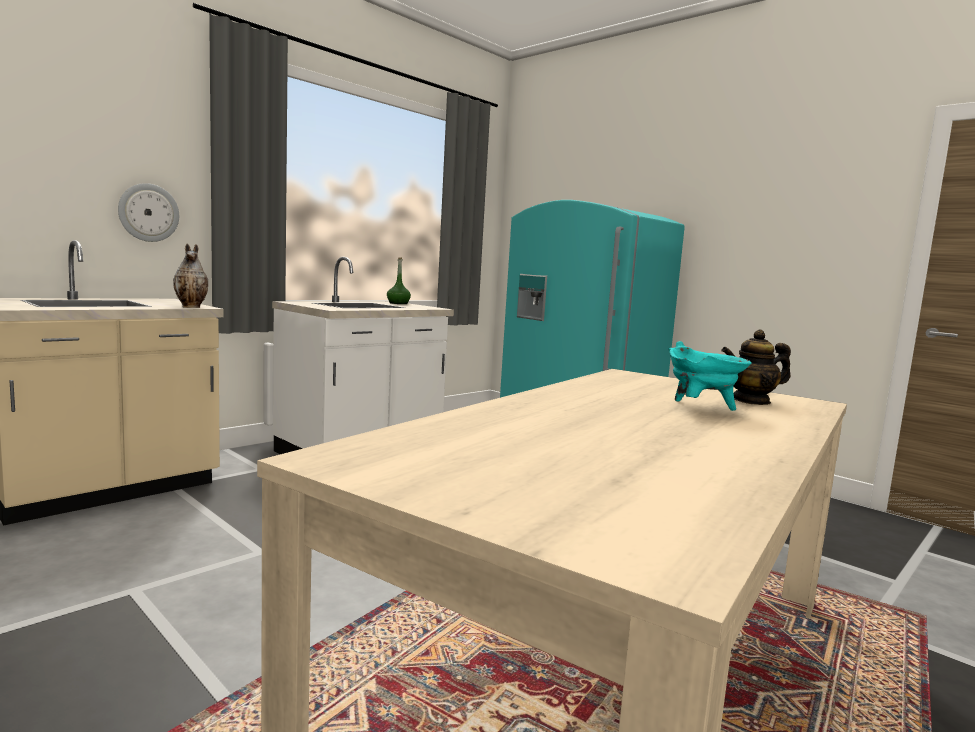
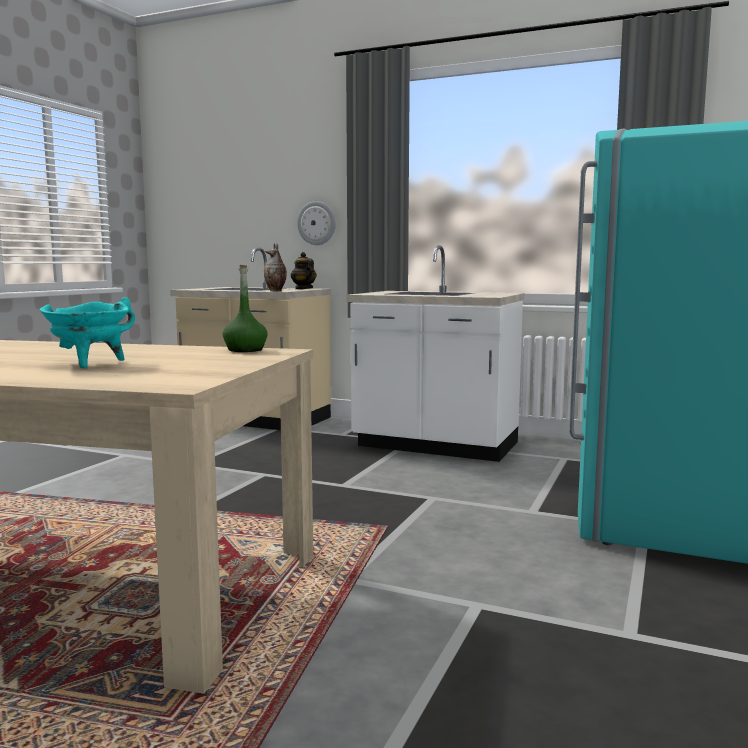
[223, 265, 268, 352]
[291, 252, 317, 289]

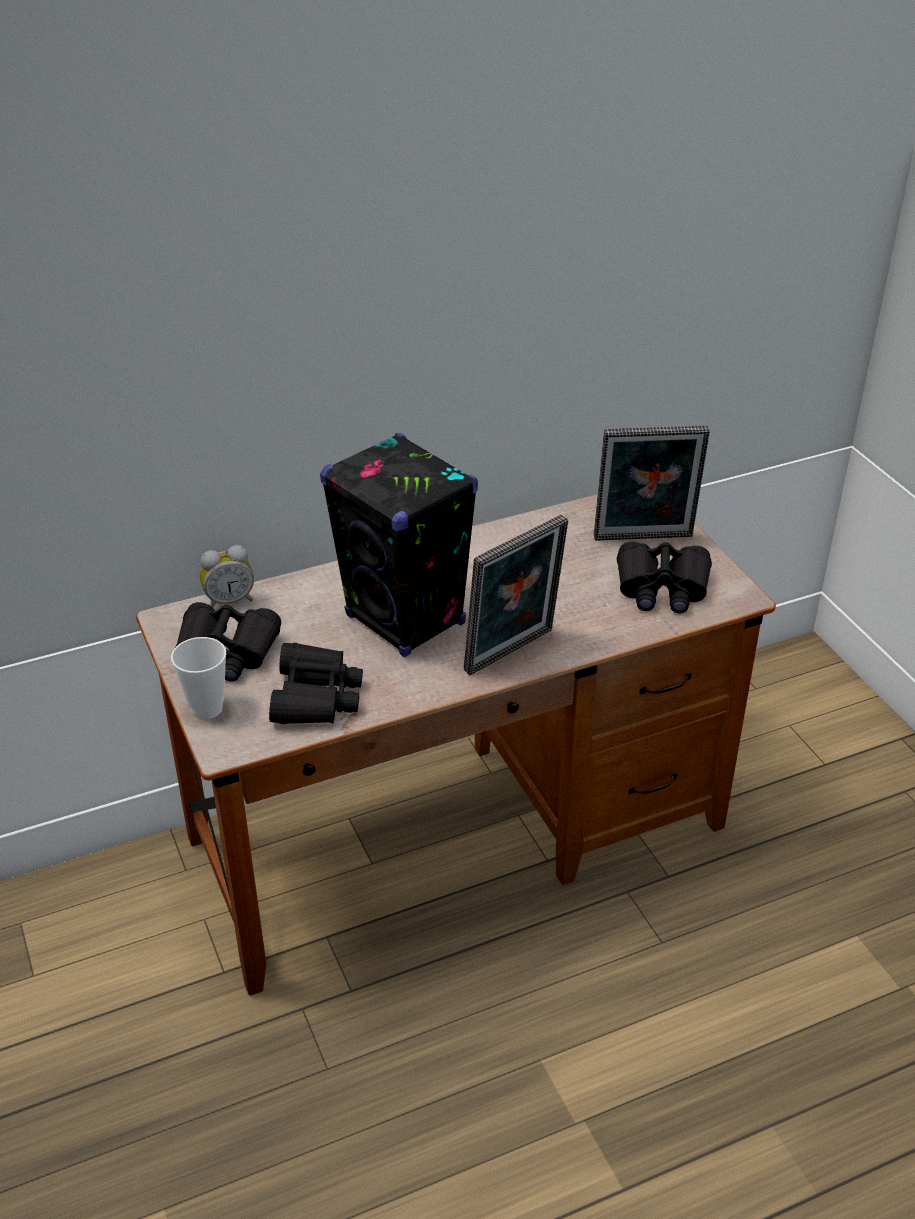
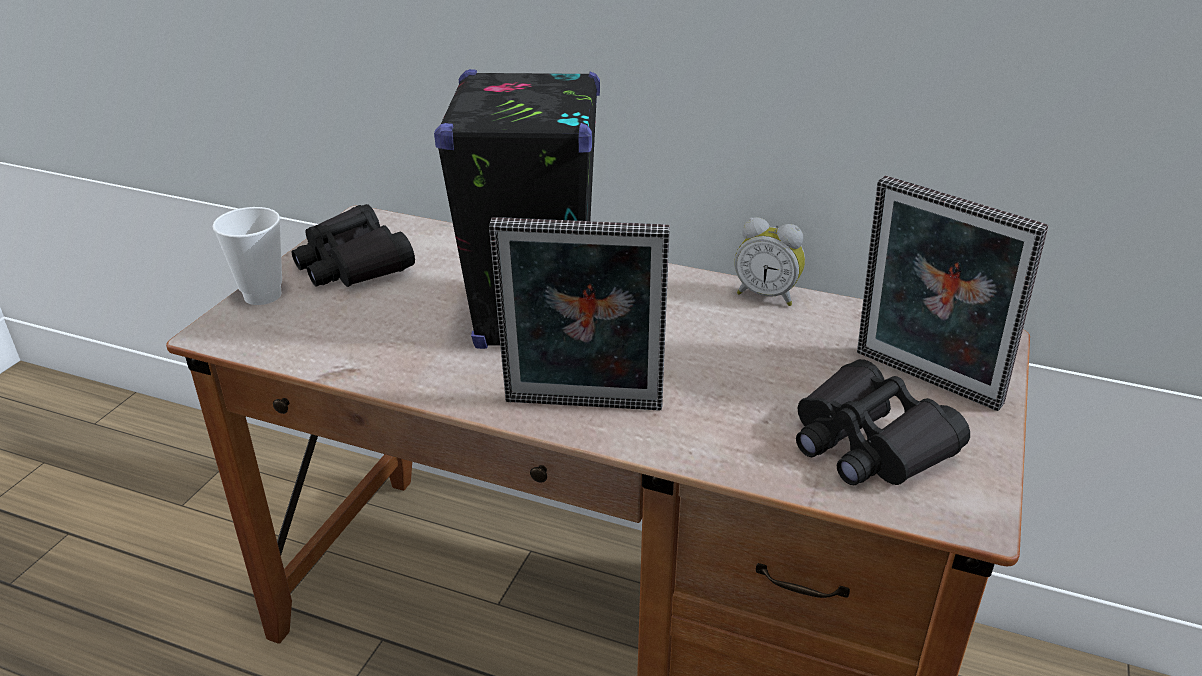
[734, 217, 805, 306]
[269, 643, 363, 724] (first image)

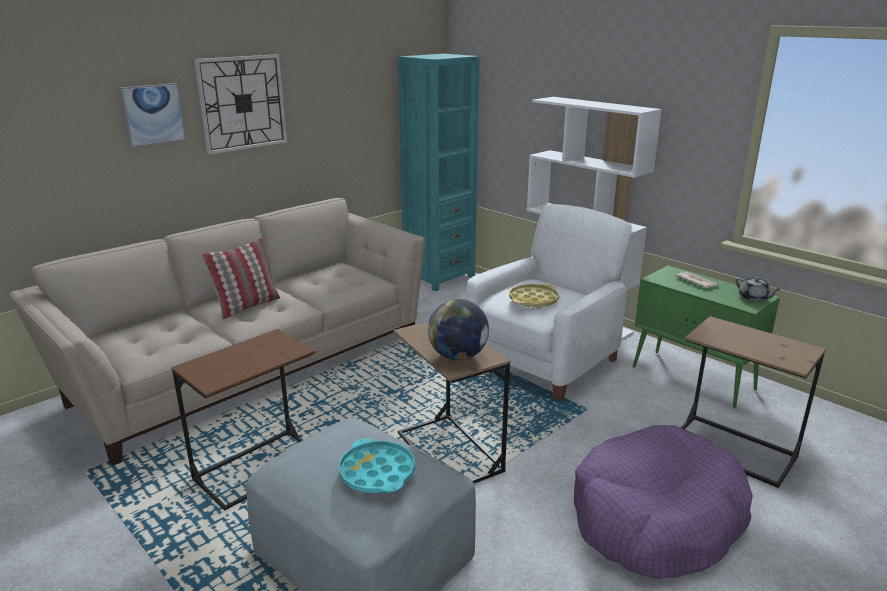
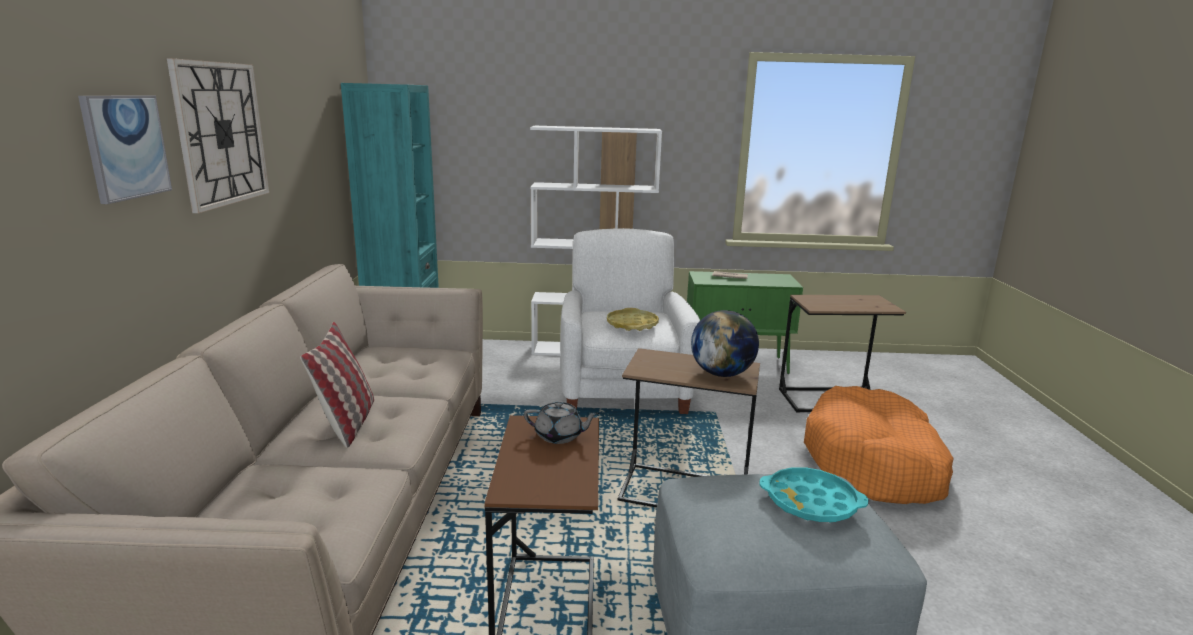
[524, 401, 599, 444]
[804, 386, 954, 504]

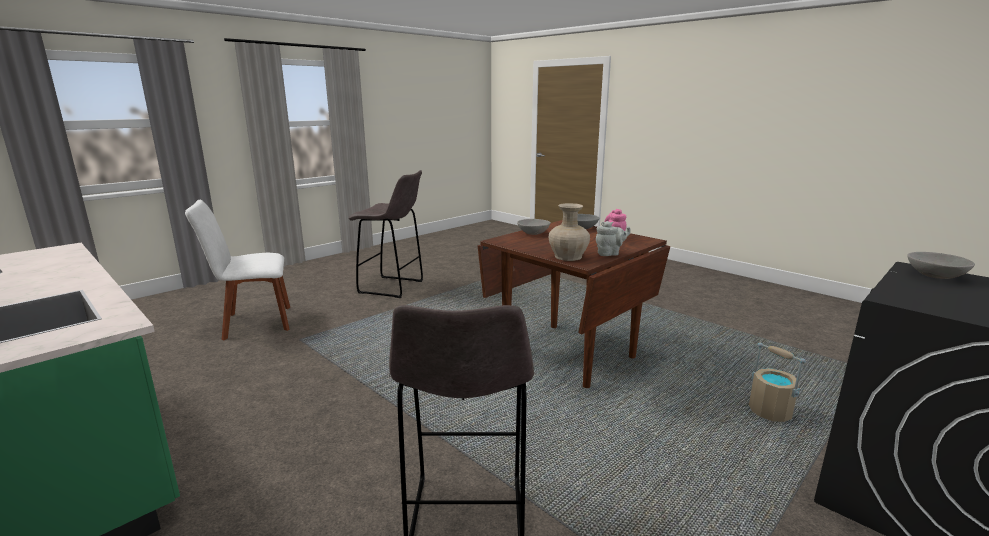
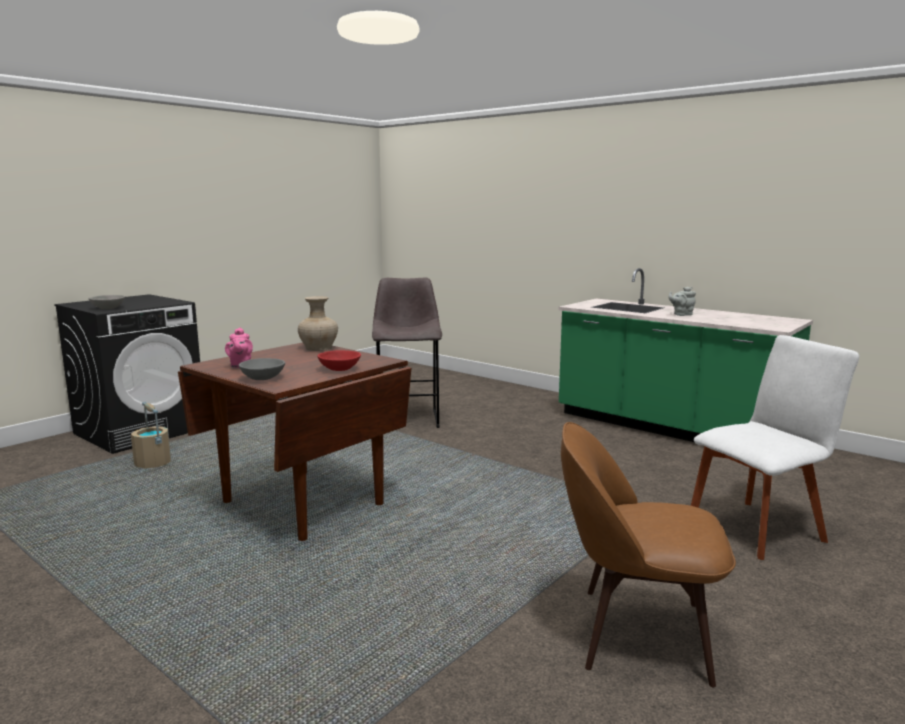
[317, 350, 361, 371]
[561, 422, 736, 687]
[669, 287, 696, 316]

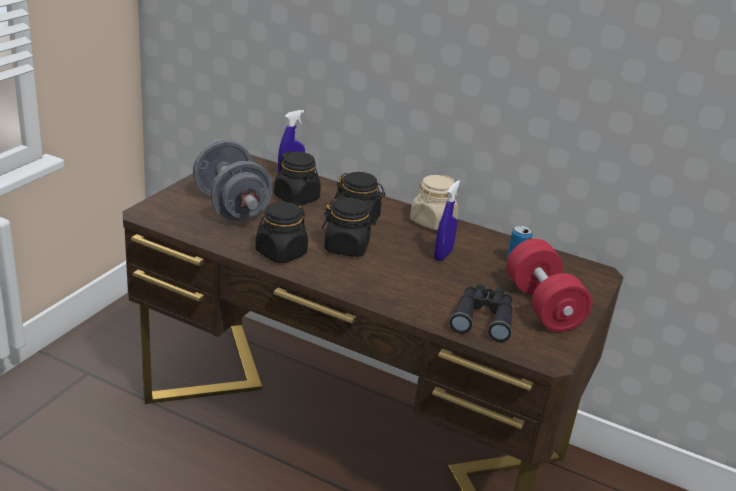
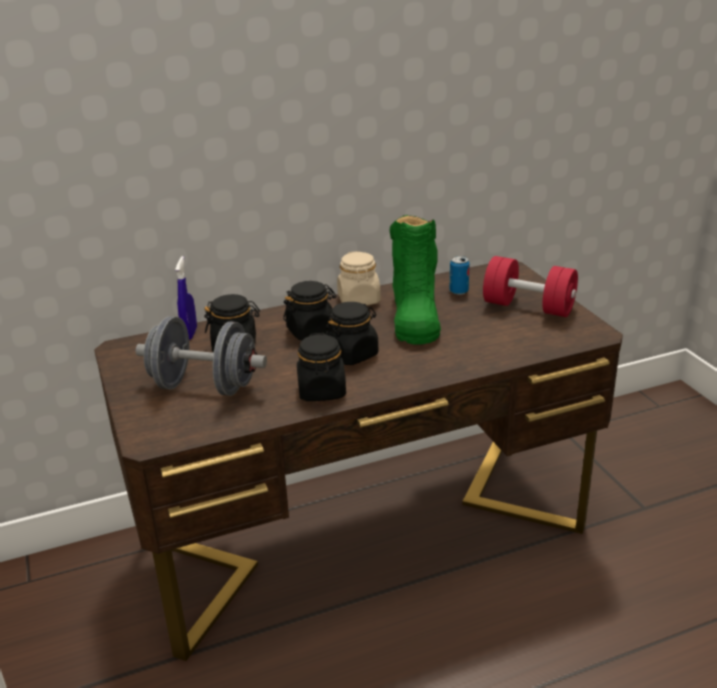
[390, 215, 441, 345]
[450, 284, 512, 342] (first image)

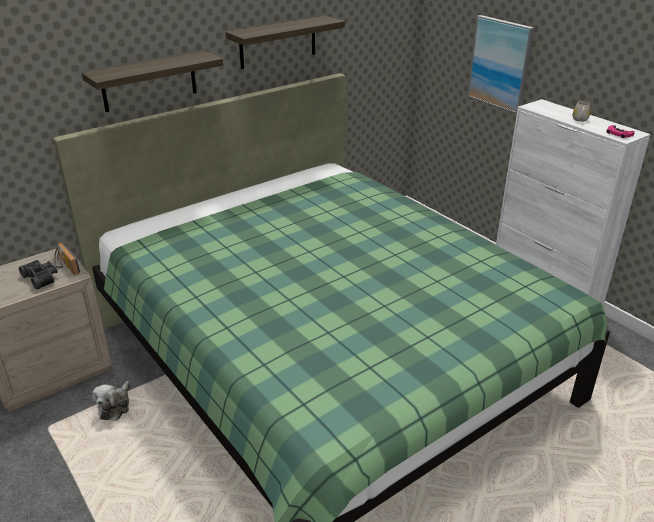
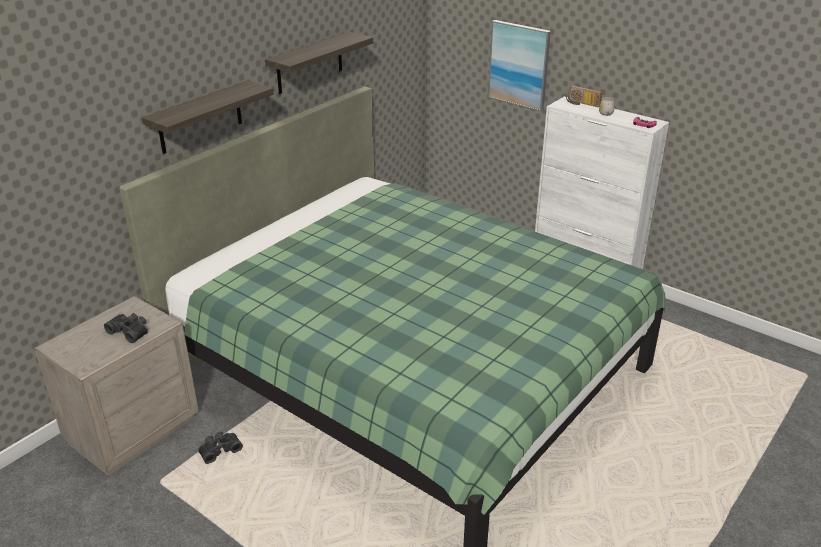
[198, 432, 243, 464]
[566, 85, 602, 107]

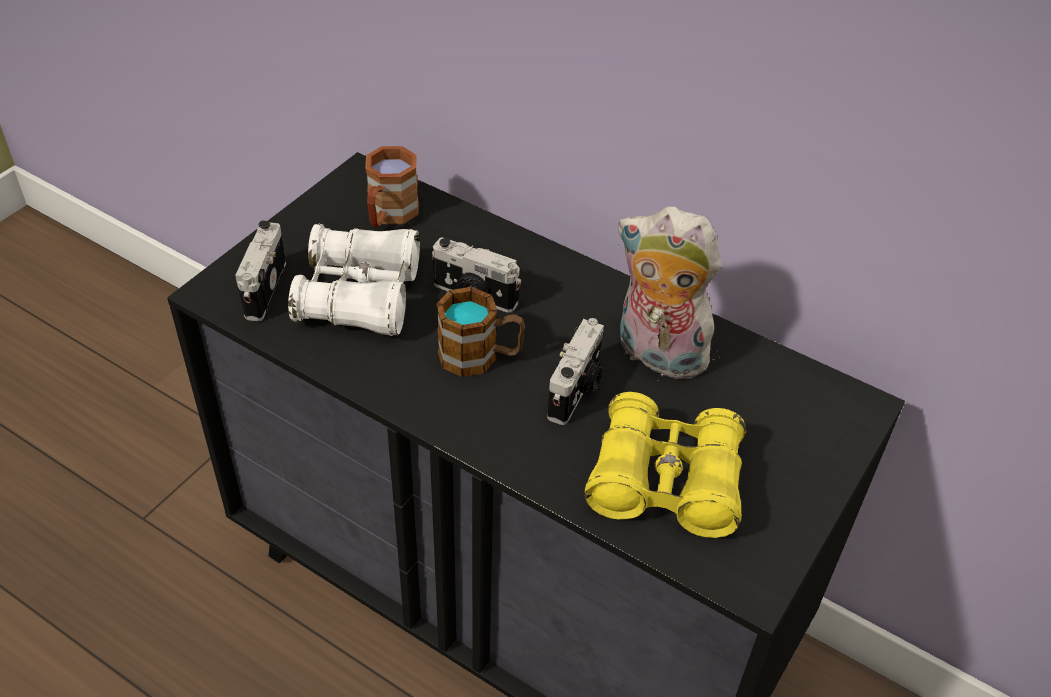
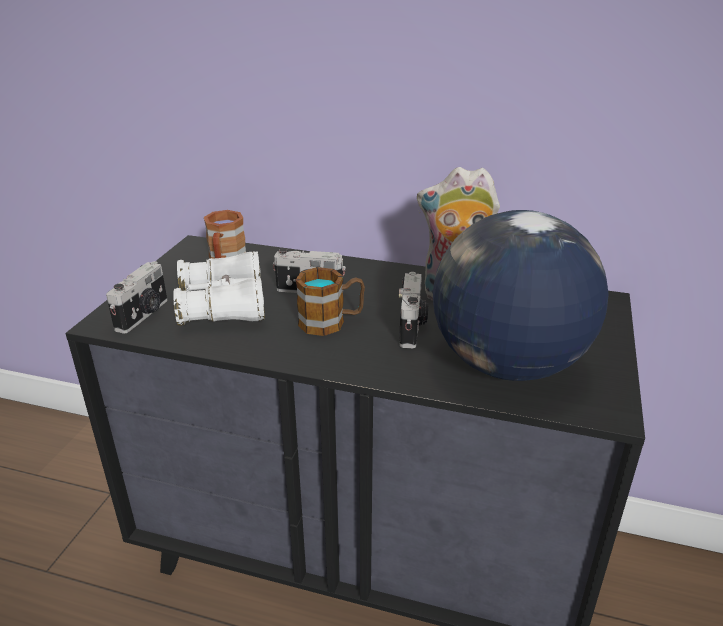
[106, 261, 167, 334]
[433, 210, 609, 381]

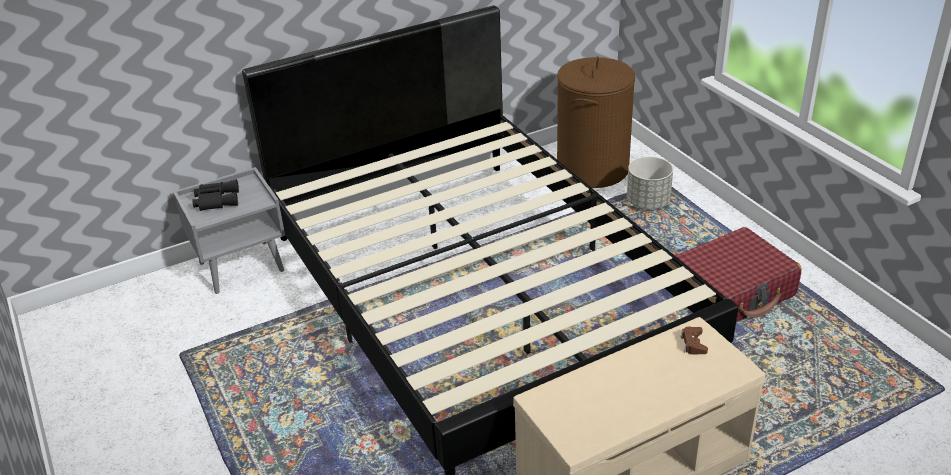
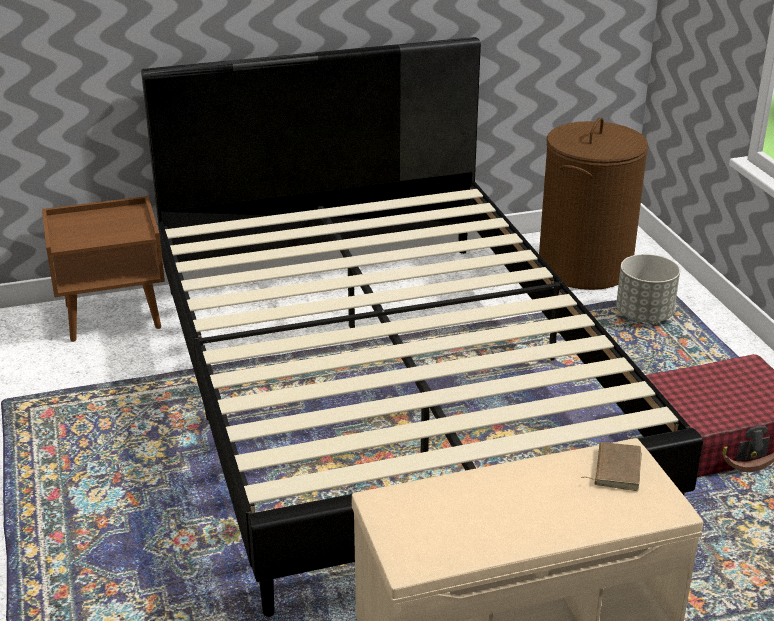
[42, 196, 165, 342]
[581, 442, 642, 491]
[192, 179, 239, 211] (first image)

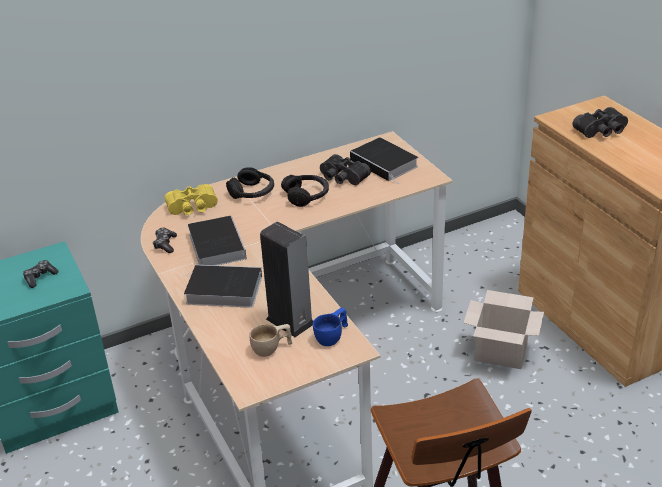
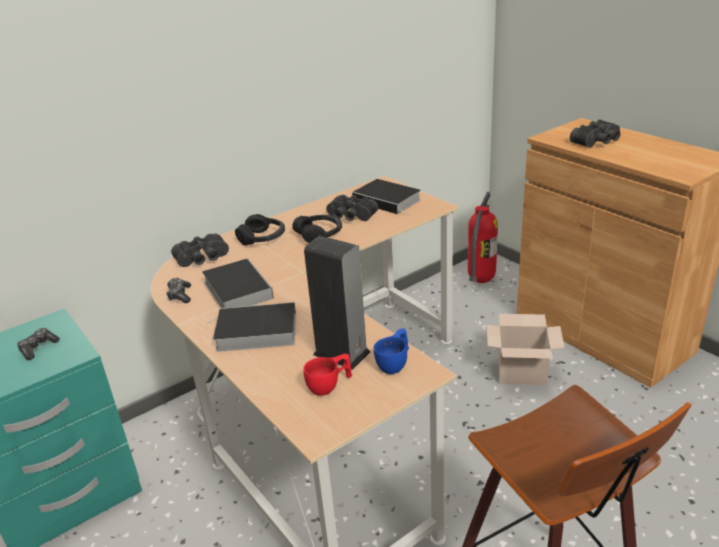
[171, 234, 229, 267]
[303, 354, 352, 396]
[468, 192, 498, 283]

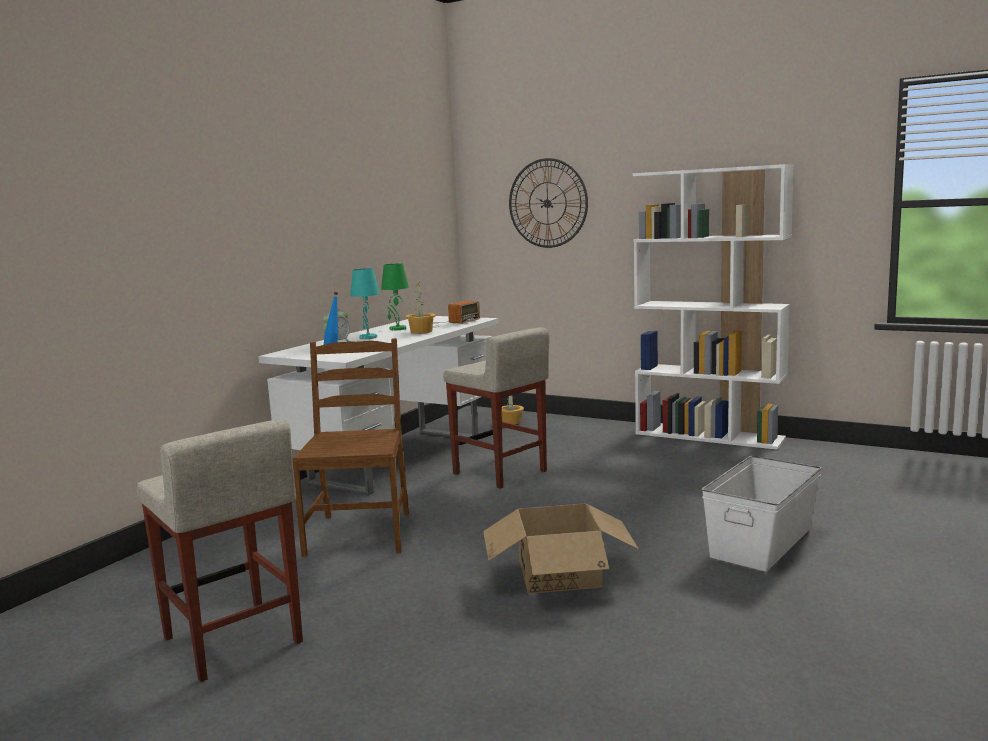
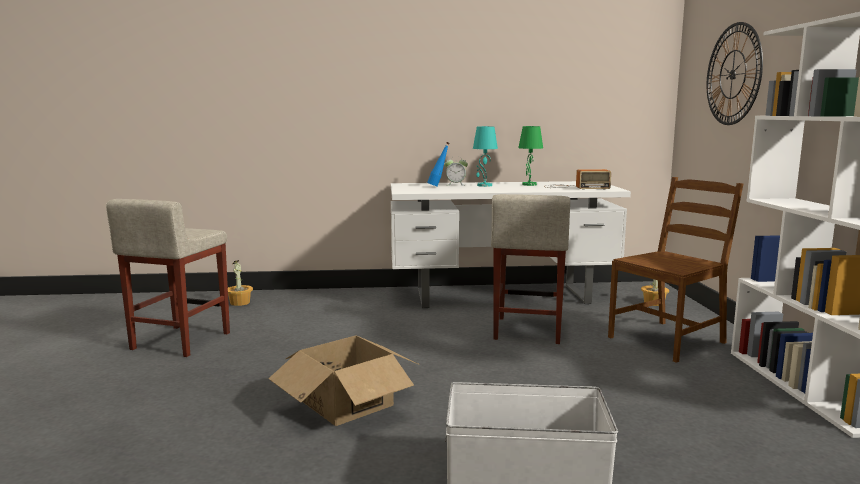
[228, 260, 253, 306]
[608, 177, 744, 363]

